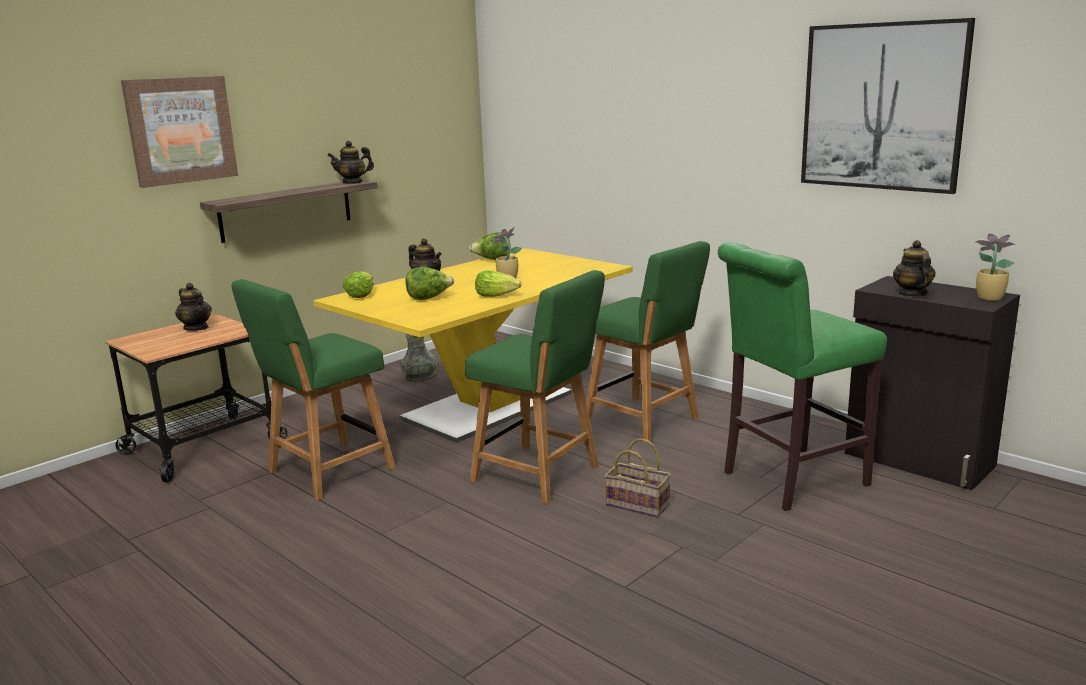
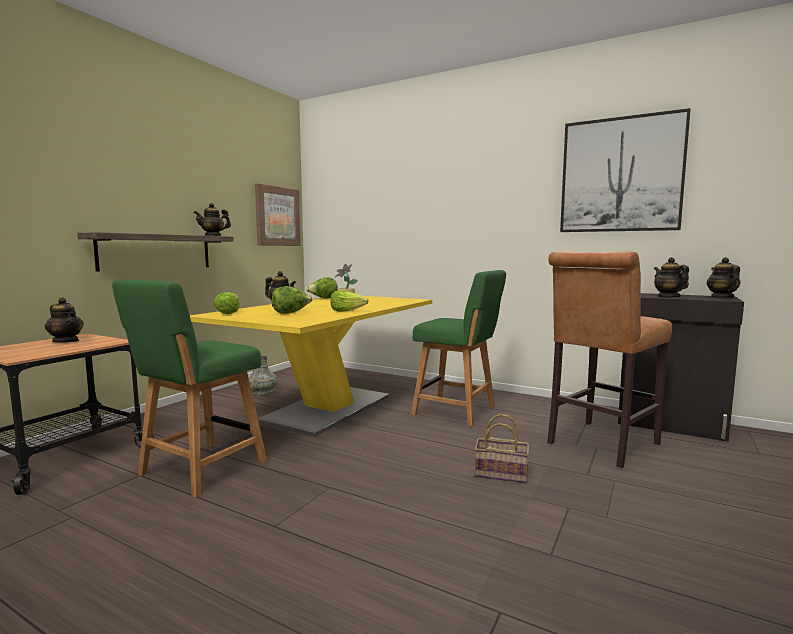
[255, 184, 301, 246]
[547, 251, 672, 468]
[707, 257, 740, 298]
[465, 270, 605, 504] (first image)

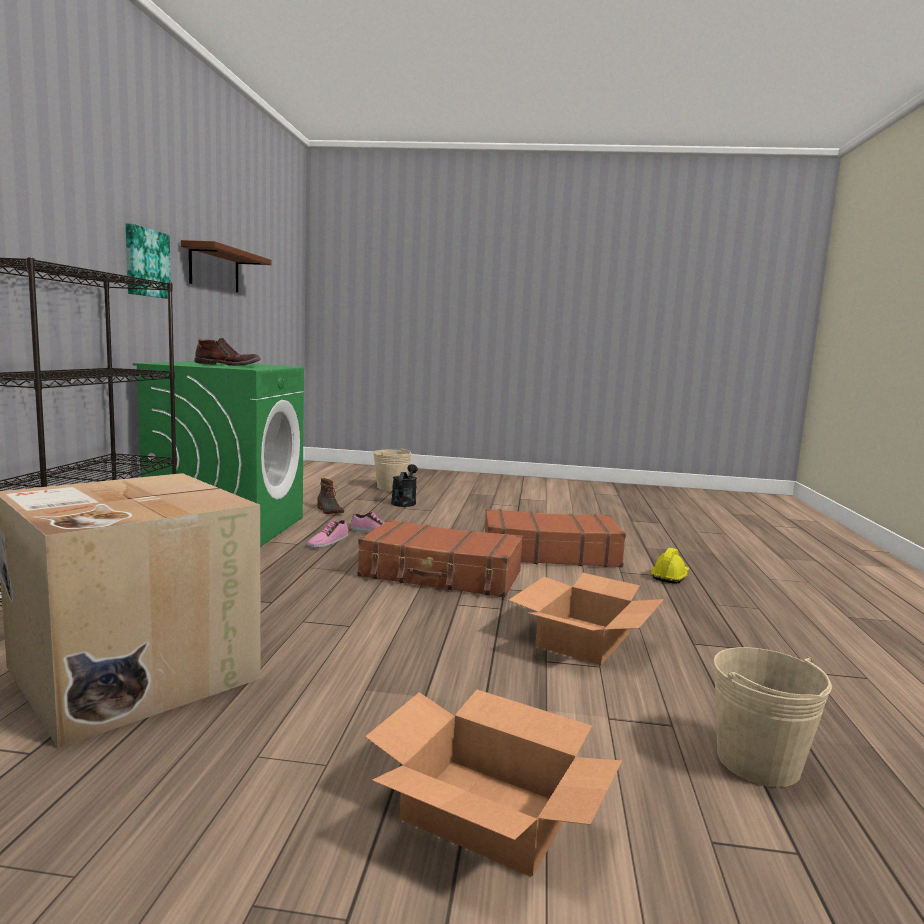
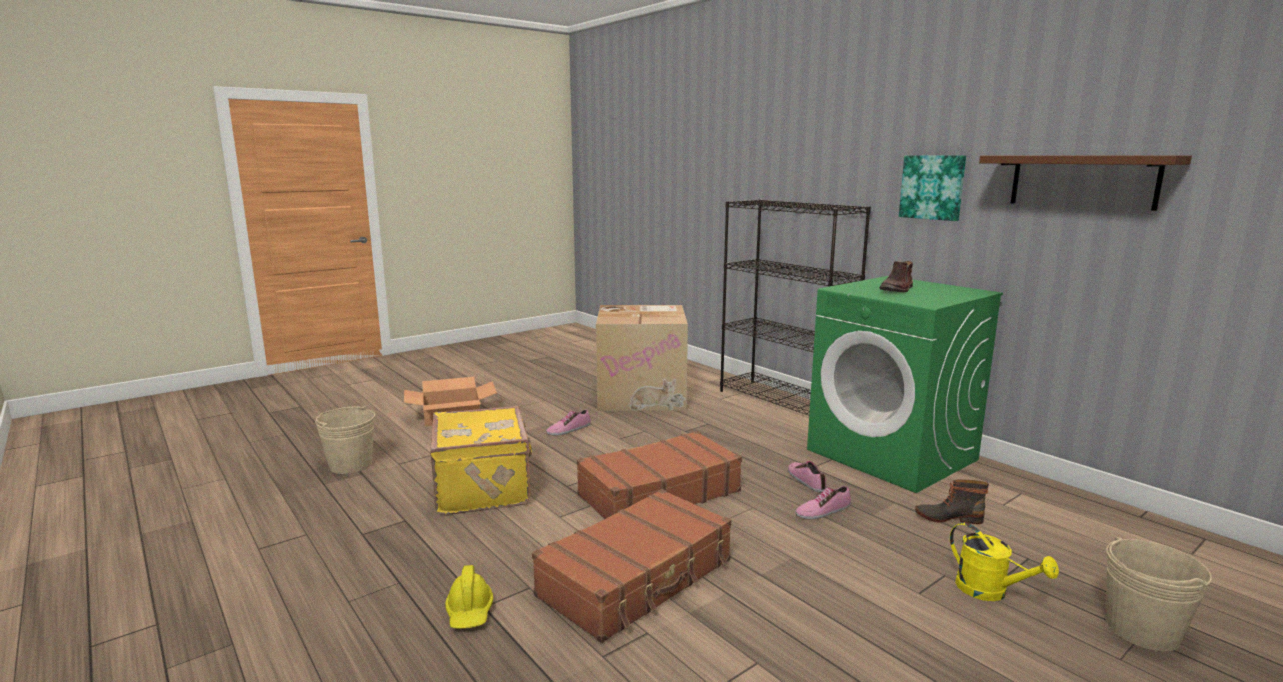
[430, 406, 533, 515]
[546, 410, 591, 436]
[950, 522, 1059, 601]

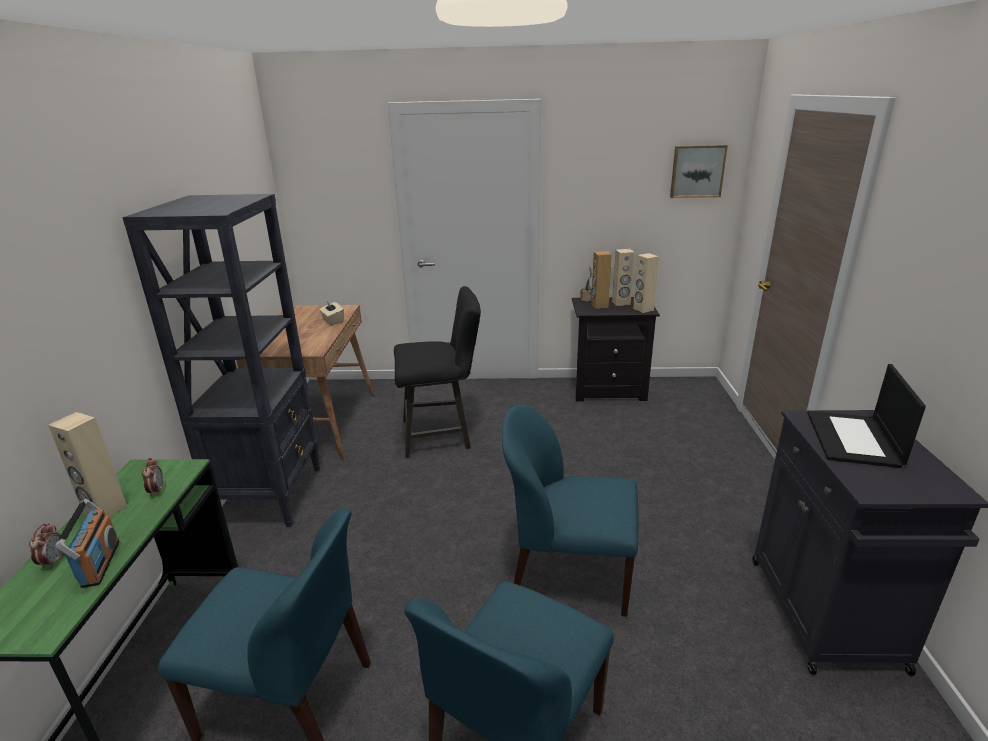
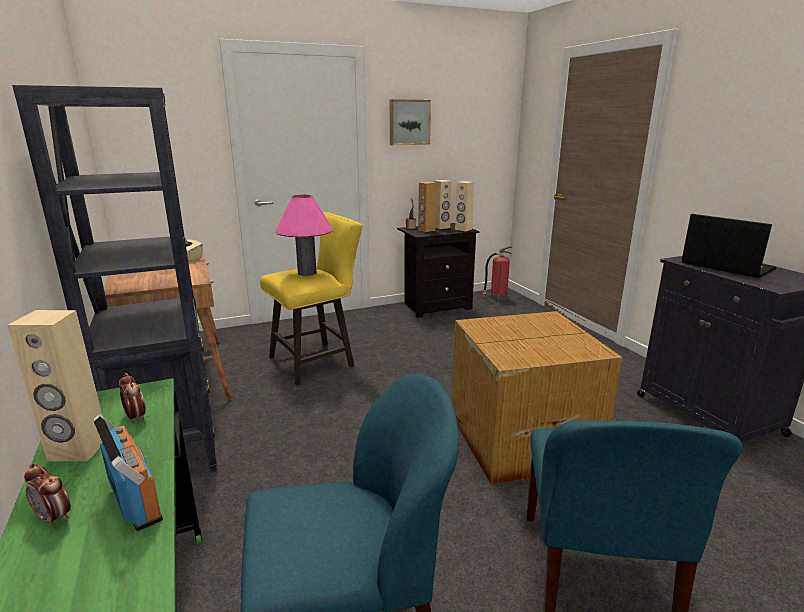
[24, 463, 71, 528]
[260, 212, 363, 385]
[275, 195, 333, 276]
[390, 99, 431, 145]
[452, 311, 623, 485]
[483, 246, 512, 301]
[682, 214, 776, 278]

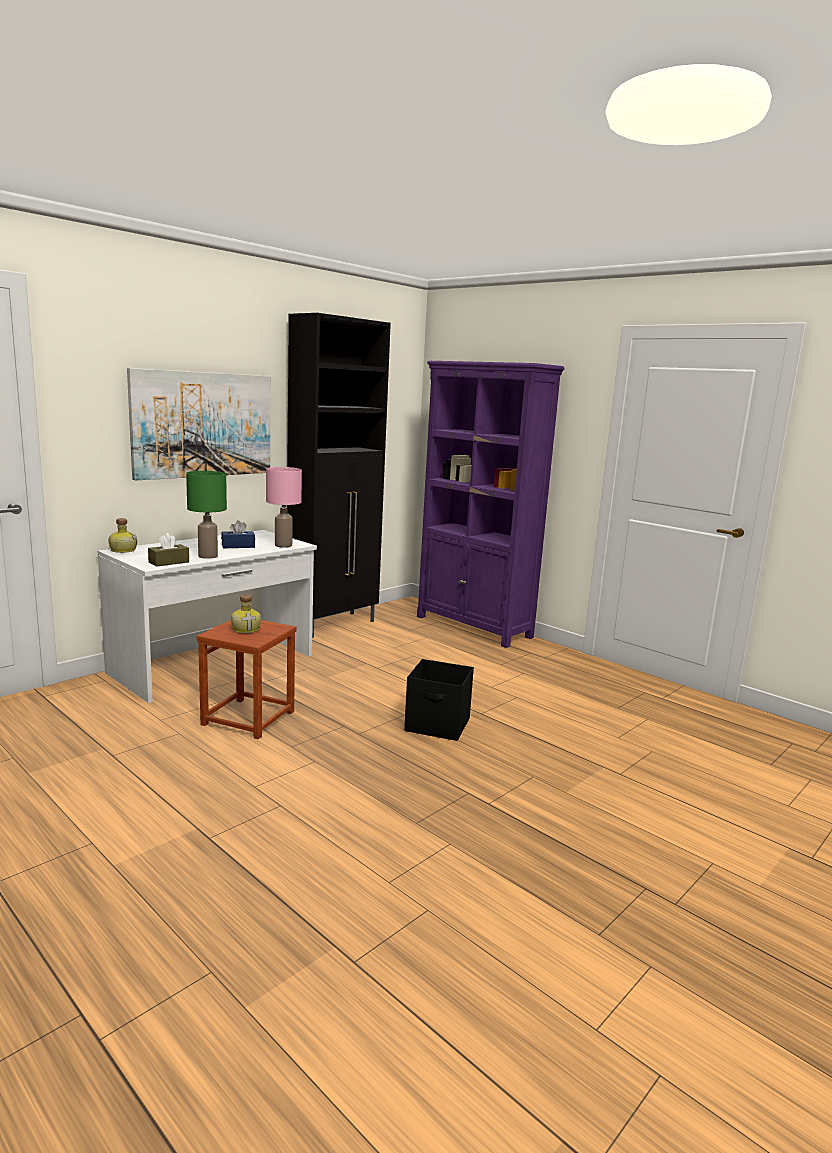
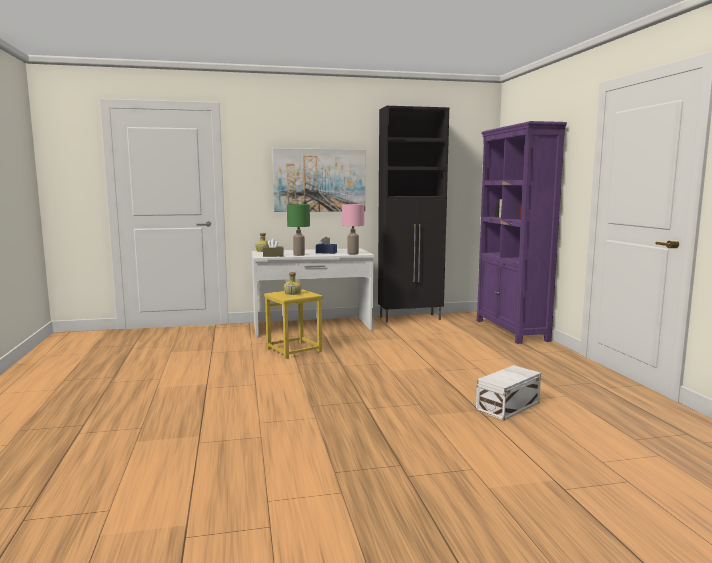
[264, 289, 323, 359]
[476, 365, 541, 420]
[404, 659, 474, 741] (first image)

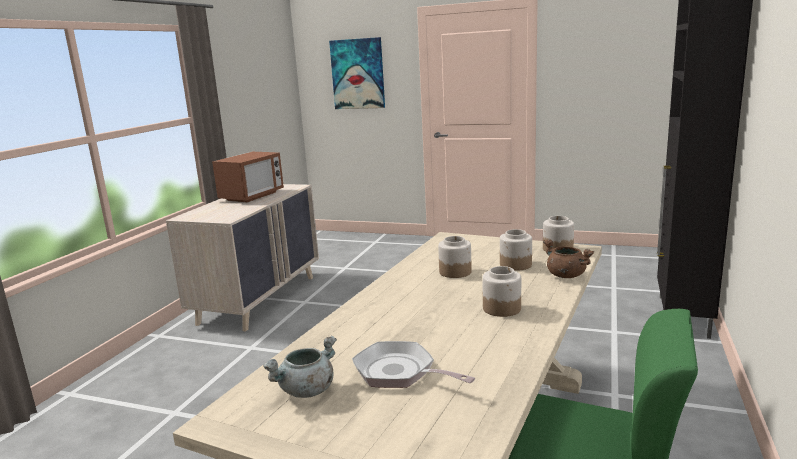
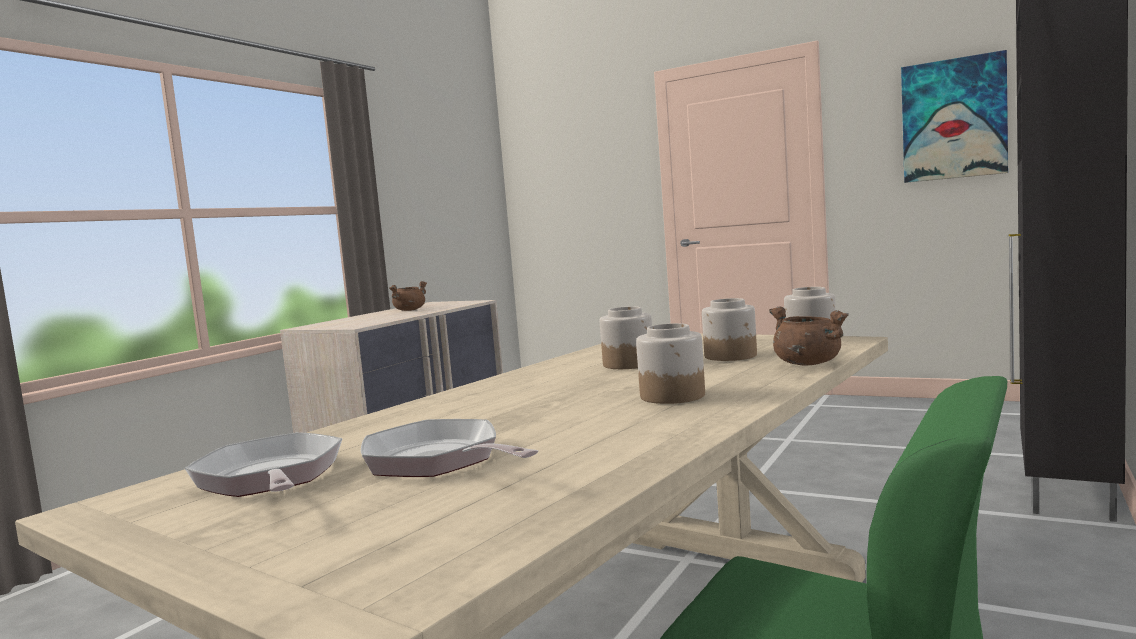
[185, 432, 342, 497]
[389, 281, 427, 311]
[901, 50, 1008, 183]

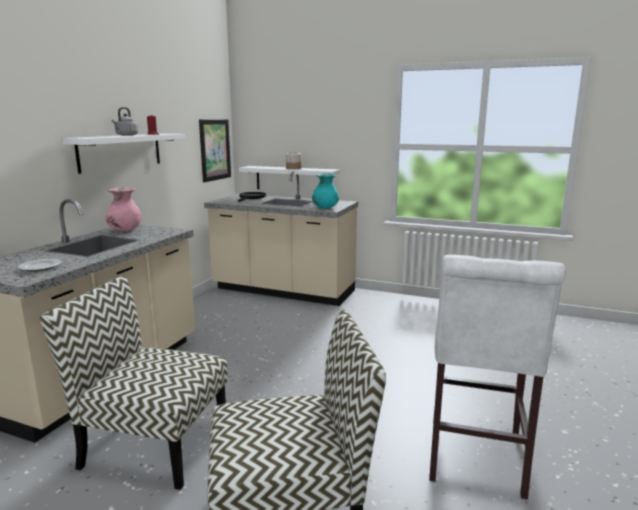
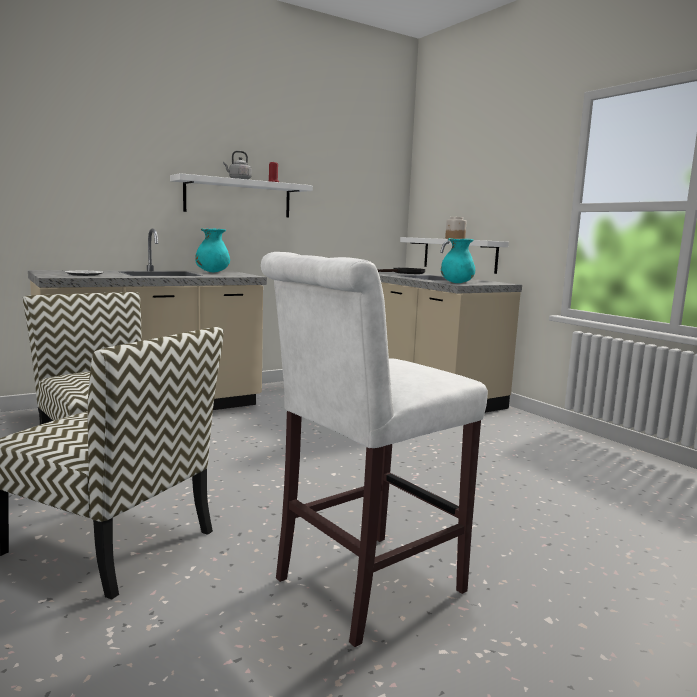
[195, 228, 230, 272]
[199, 119, 231, 182] (first image)

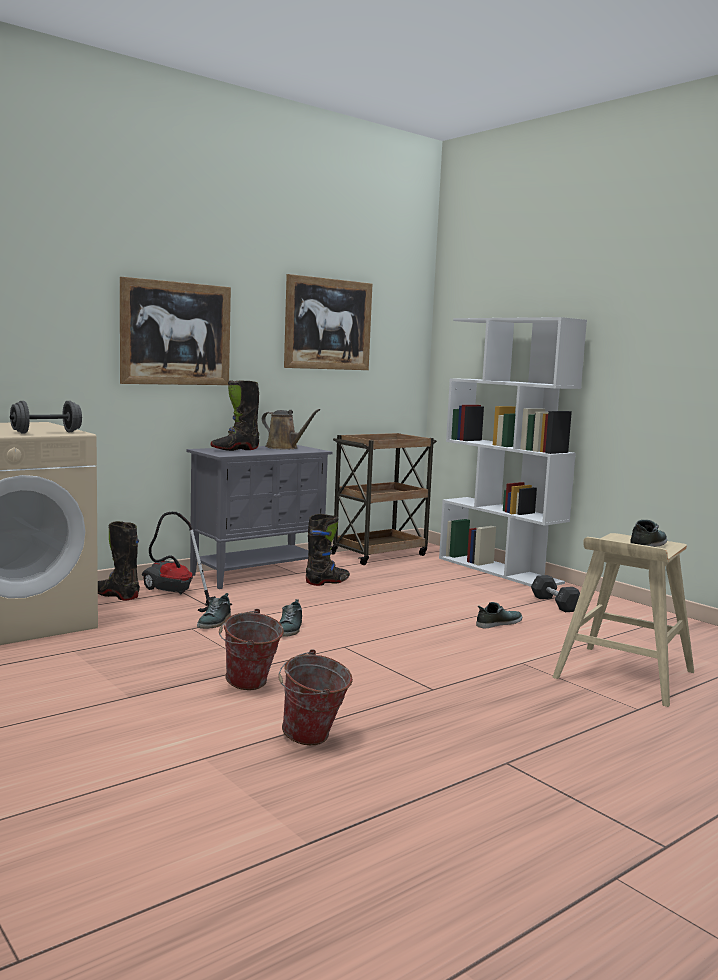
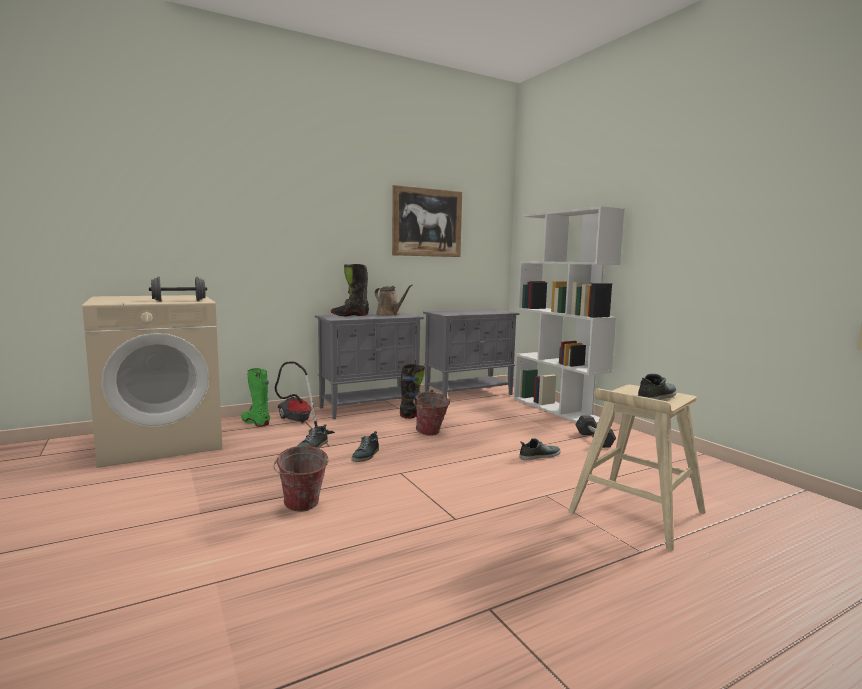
[241, 368, 270, 427]
[413, 390, 450, 436]
[423, 309, 520, 397]
[120, 277, 231, 385] (first image)

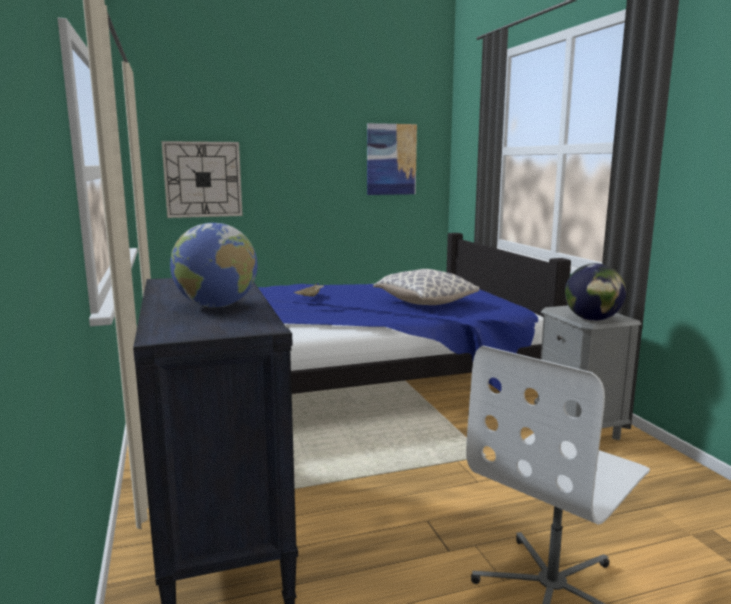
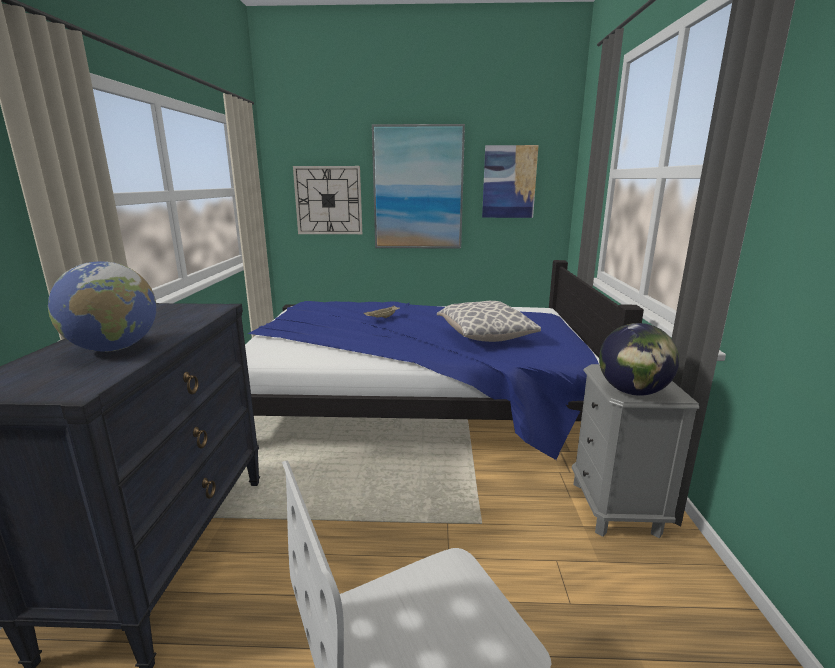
[372, 124, 465, 249]

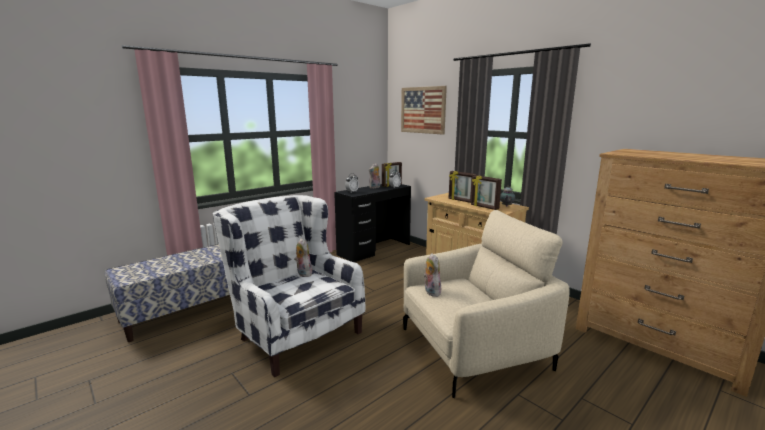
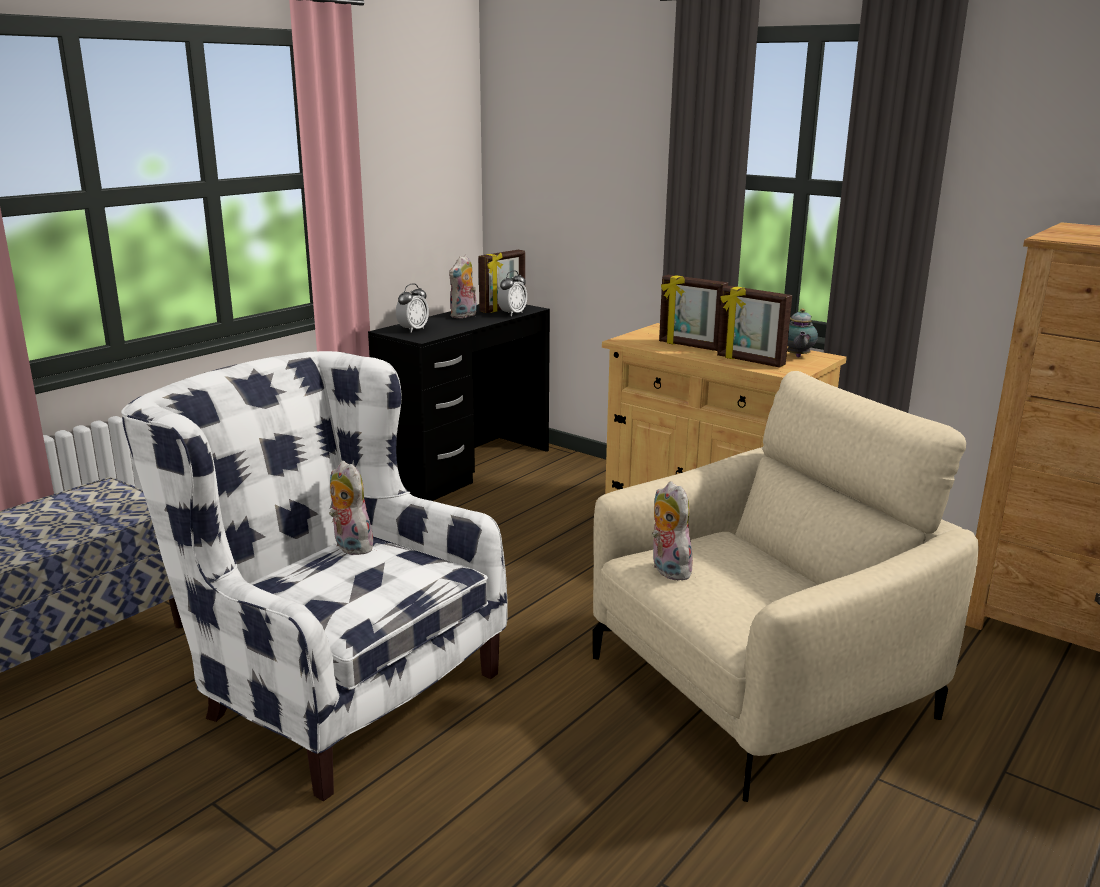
[401, 86, 447, 135] (first image)

